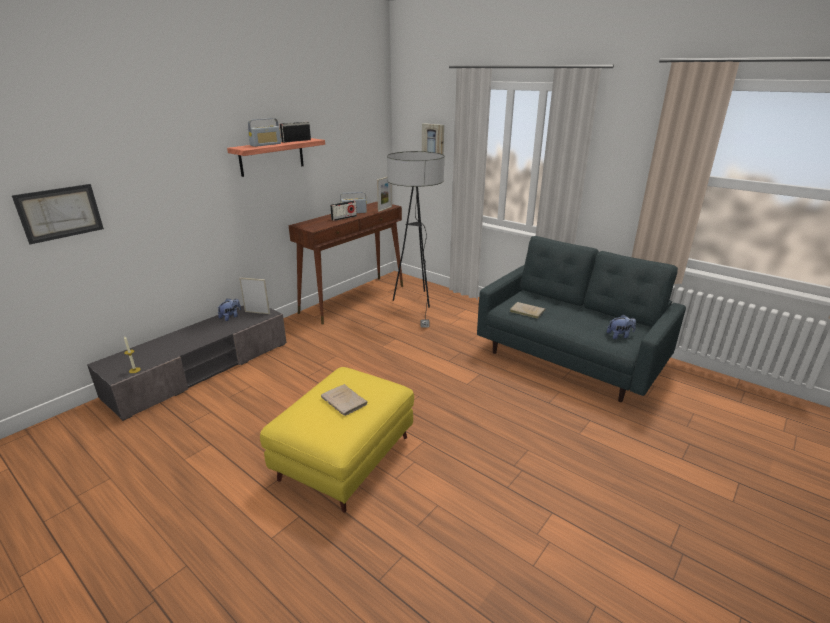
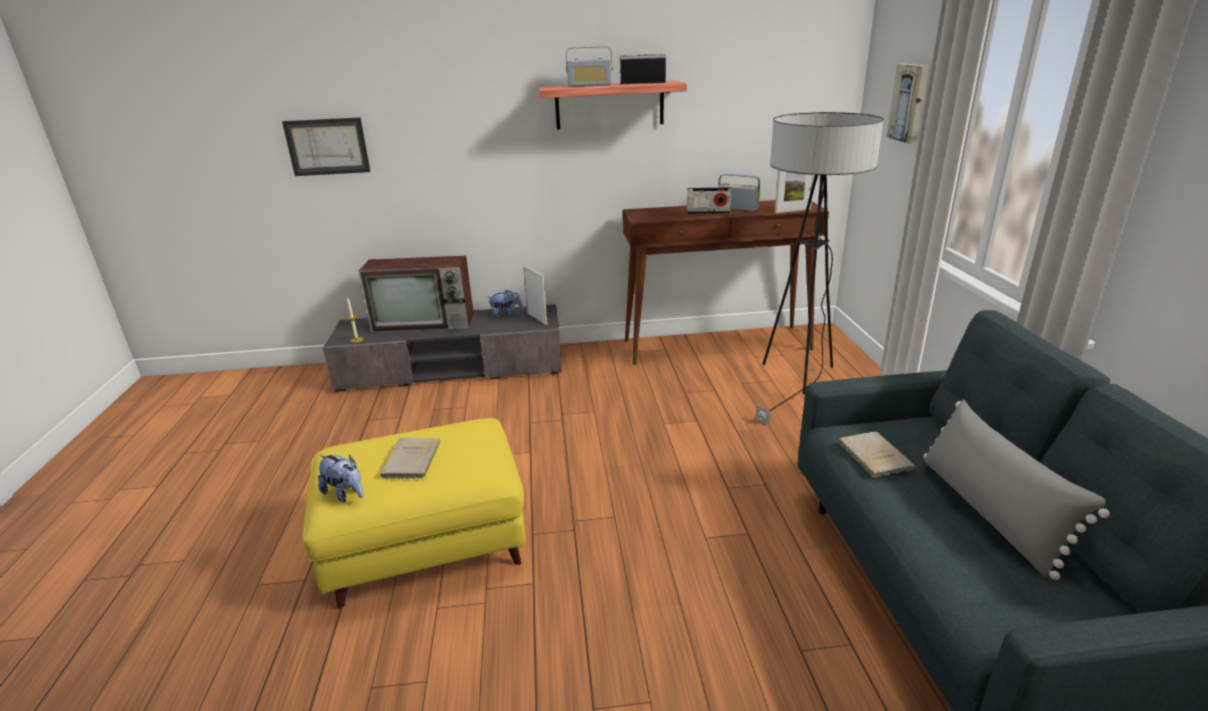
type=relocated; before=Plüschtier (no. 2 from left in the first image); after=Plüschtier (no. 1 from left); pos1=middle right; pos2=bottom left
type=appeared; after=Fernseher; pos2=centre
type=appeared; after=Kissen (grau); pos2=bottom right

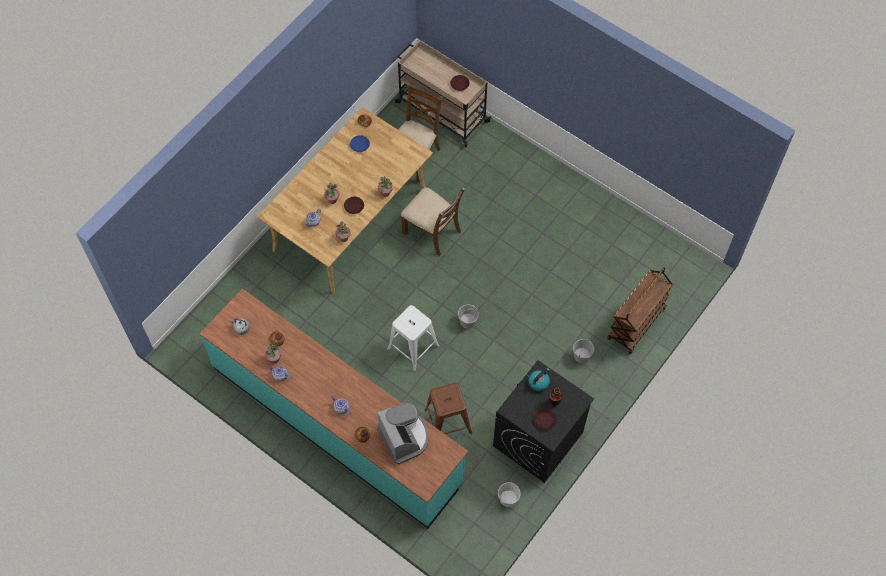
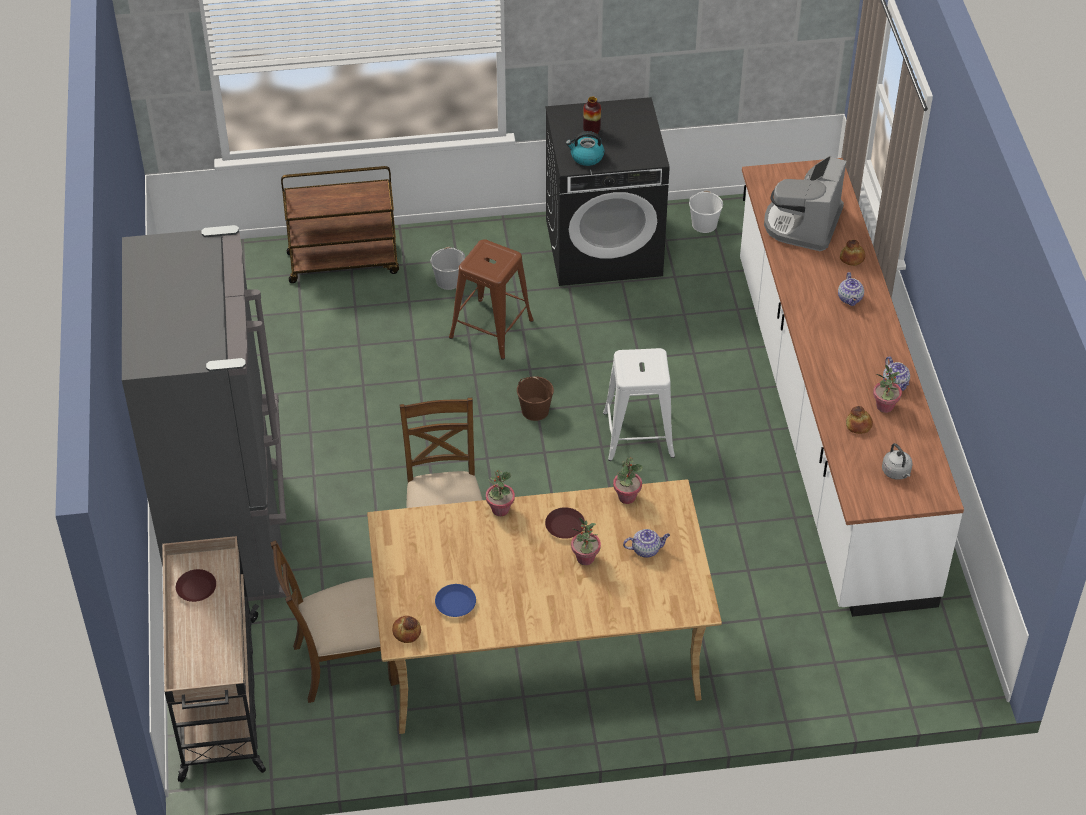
type=colour; before=Küchenzeile (türkis); after=Küchenzeile (weiß); pos1=bottom centre; pos2=middle right
type=relocated; before=Hocker (braun); pos1=bottom centre; pos2=centre
type=colour; before=Eimer (weiß) (no. 1 from left); after=Eimer (braun); pos1=centre; pos2=centre
type=missing; before=Teller (braun) (no. 3 from left); pos1=bottom centre
type=appeared; after=Kühlschrank (grau); pos2=middle left

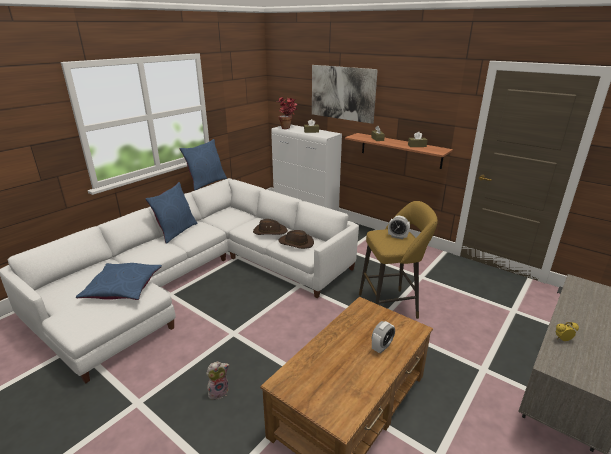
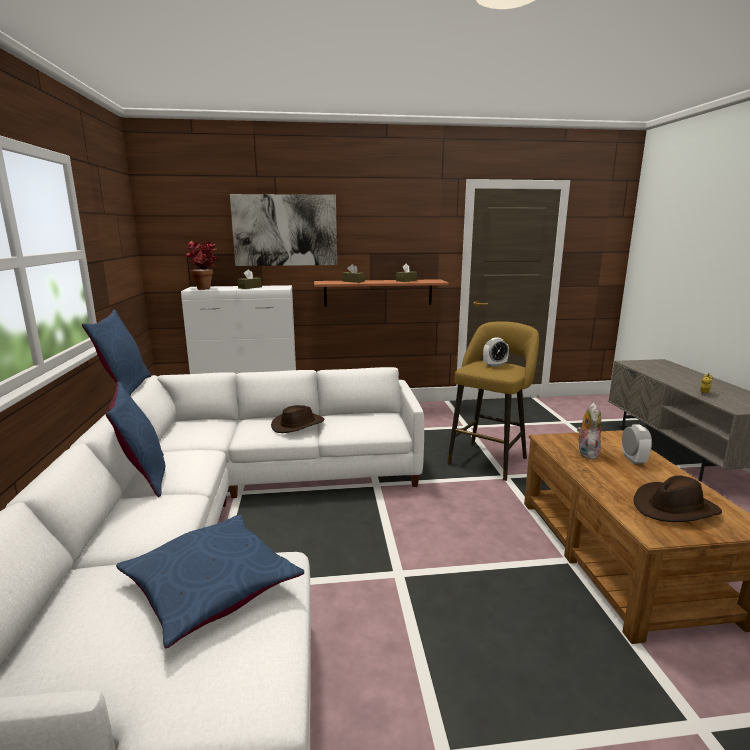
type=relocated; before=Plüschtier; pos1=bottom centre; pos2=middle right
type=relocated; before=Hut (braun) (no. 2 from left); pos1=centre; pos2=middle right

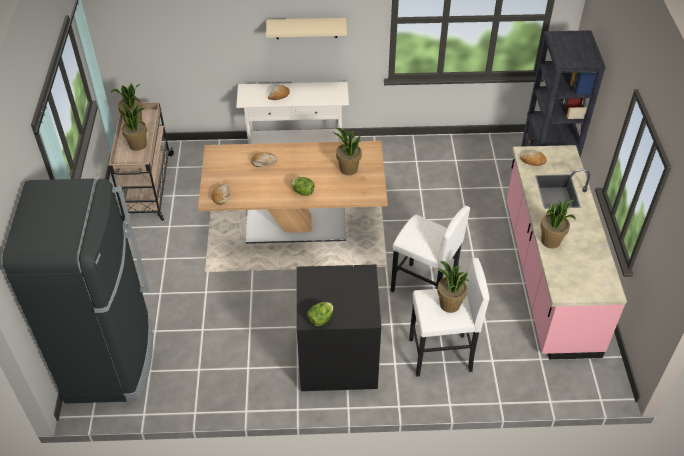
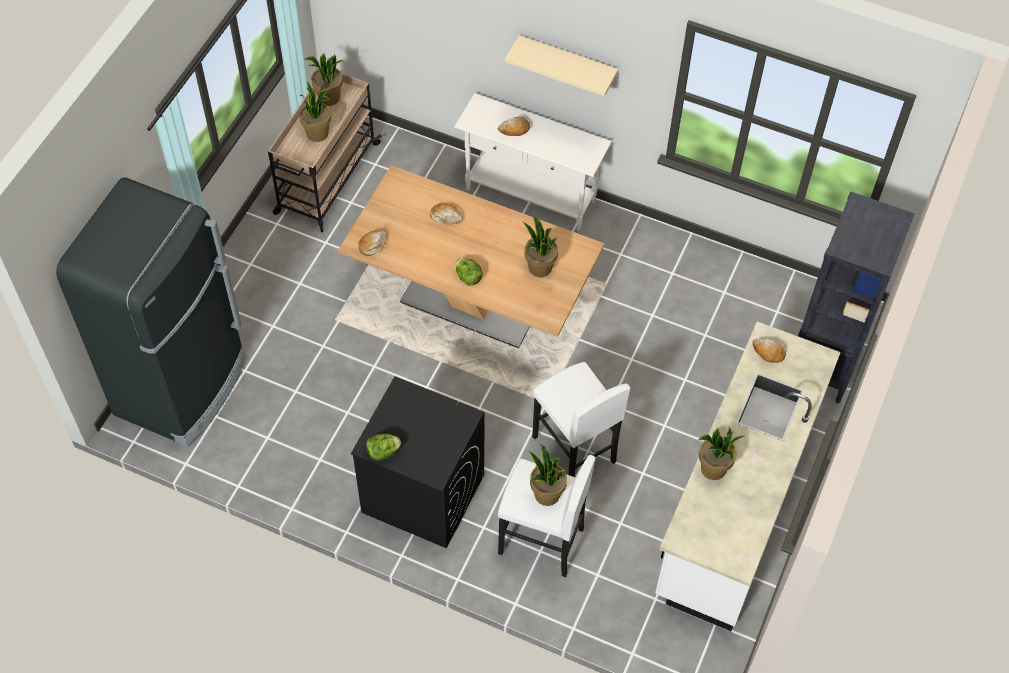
type=colour; before=Küchenzeile (rosa); after=Küchenzeile (weiß); pos1=middle right; pos2=bottom right

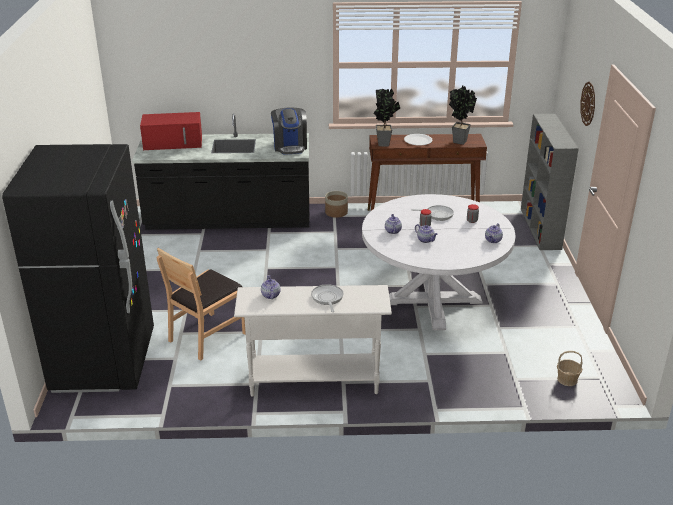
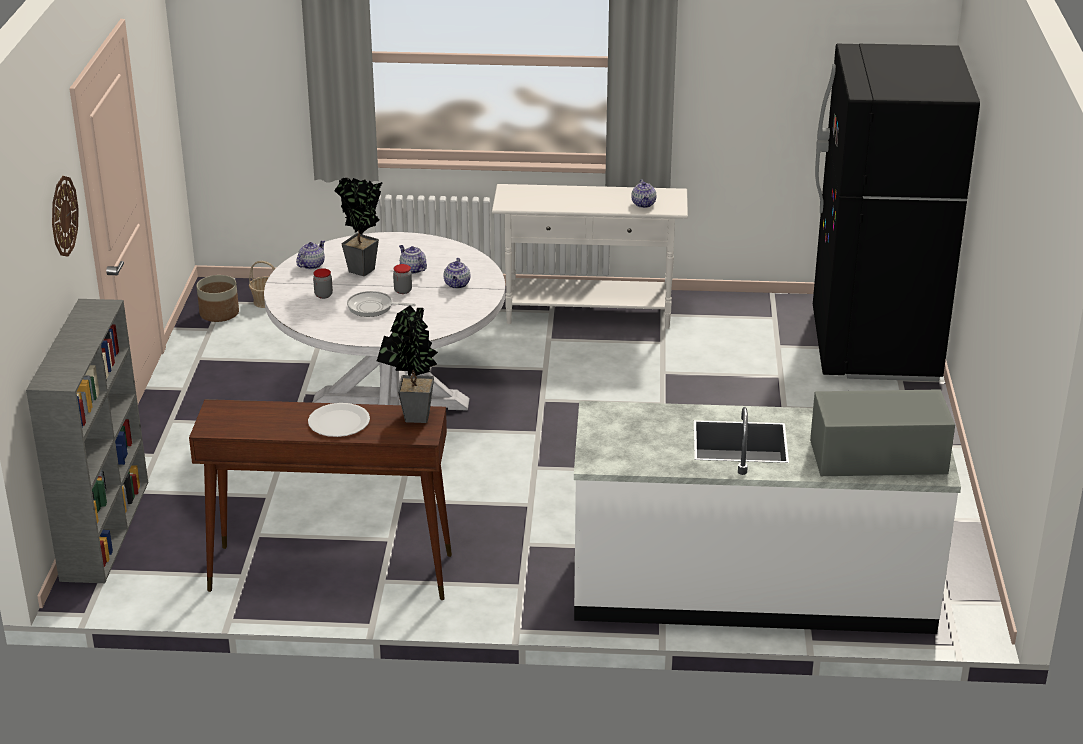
type=colour; before=Küchenzeile (schwarz); after=Küchenzeile (weiß); pos1=middle left; pos2=bottom right
type=colour; before=Mikrowelle (rot); after=Mikrowelle (grau); pos1=top left; pos2=middle right
type=missing; before=Stuhl (braun); pos1=middle left
type=missing; before=Kaffeemaschine; pos1=top centre
type=missing; before=Pfanne (no. 1 from left); pos1=centre
type=relocated; before=Pflanzkübel; pos1=centre; pos2=middle left
type=relocated; before=Topfpflanze (no. 2 from left in the first image); after=Topfpflanze (no. 1 from left); pos1=top right; pos2=top left

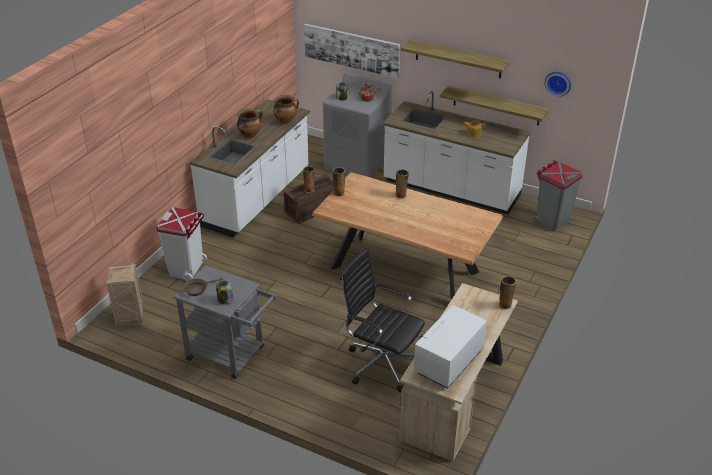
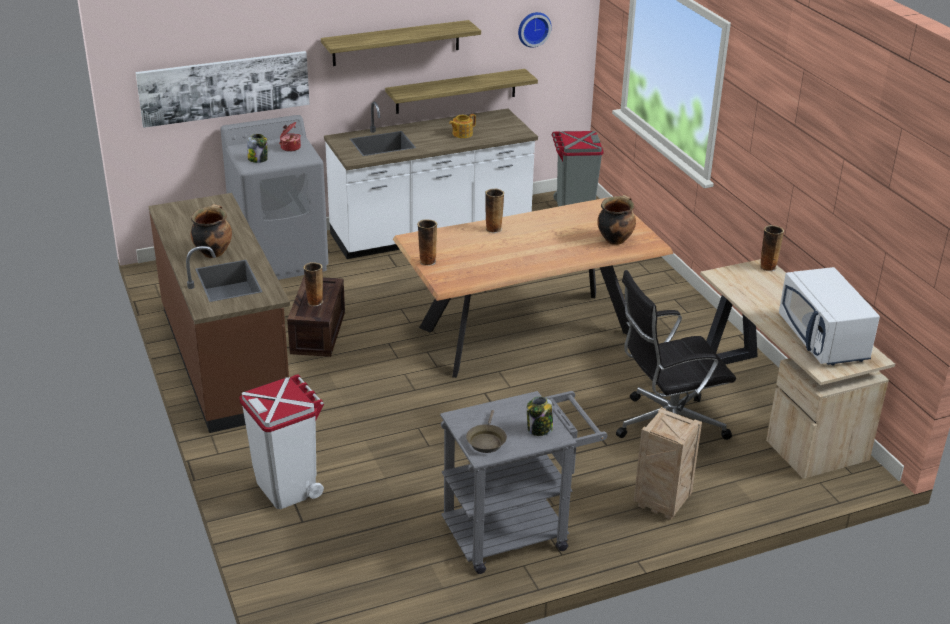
type=relocated; before=Kiste (no. 1 from left in the first image); after=Kiste (no. 2 from left); pos1=middle left; pos2=bottom right
type=colour; before=Küchenzeile (weiß) (no. 1 from left); after=Küchenzeile (braun); pos1=centre; pos2=middle left
type=relocated; before=Kochtopf (no. 2 from left in the first image); after=Kochtopf (no. 3 from left); pos1=top centre; pos2=centre

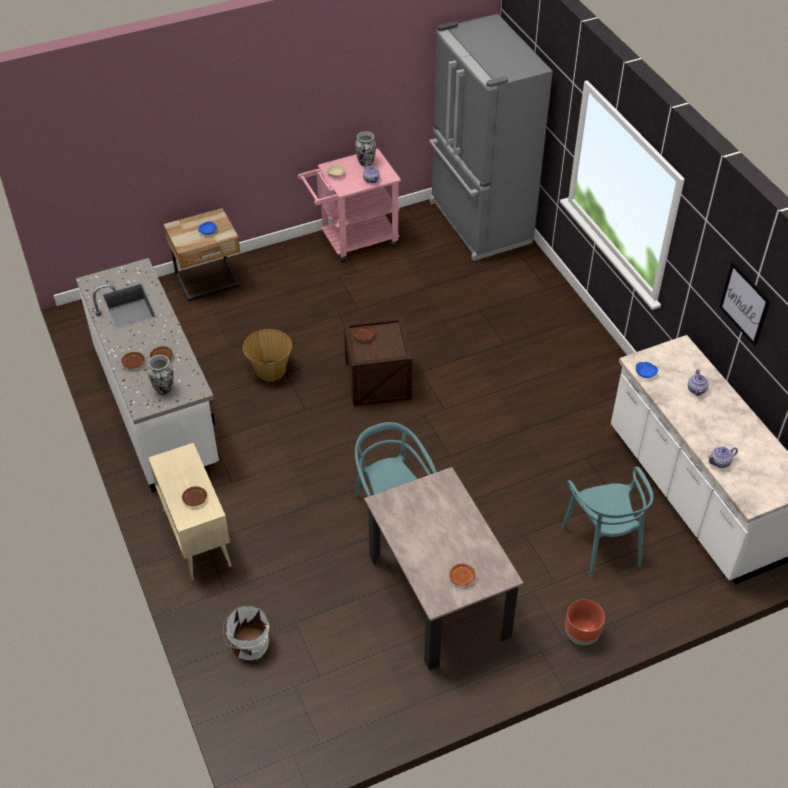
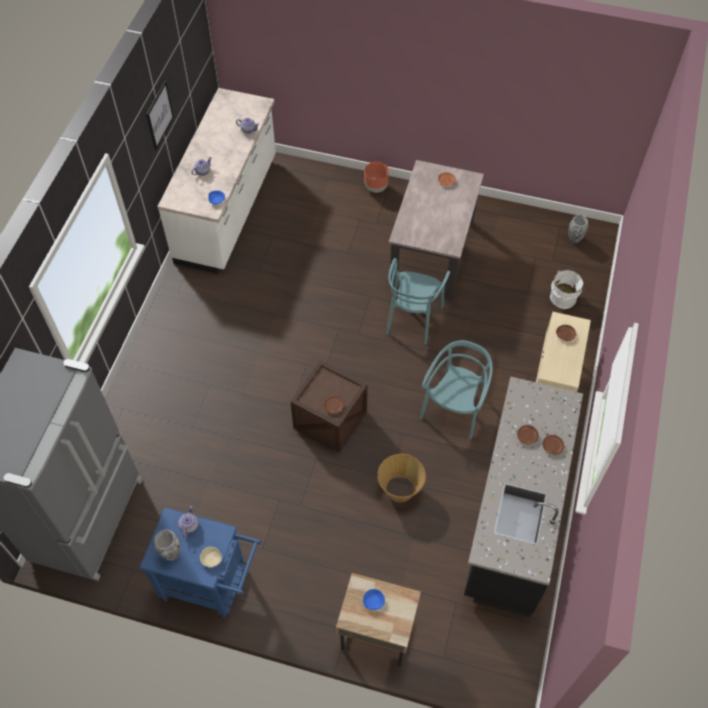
type=colour; before=Küchenzeile (weiß) (no. 1 from left); after=Küchenzeile (schwarz); pos1=middle left; pos2=bottom right
type=relocated; before=Vase (no. 1 from left in the first image); after=Vase (no. 2 from left); pos1=middle left; pos2=top right
type=colour; before=Rollwagen (rosa); after=Rollwagen (blau); pos1=top centre; pos2=bottom left
type=relocated; before=Stuhl (türkis) (no. 2 from left); pos1=middle right; pos2=centre

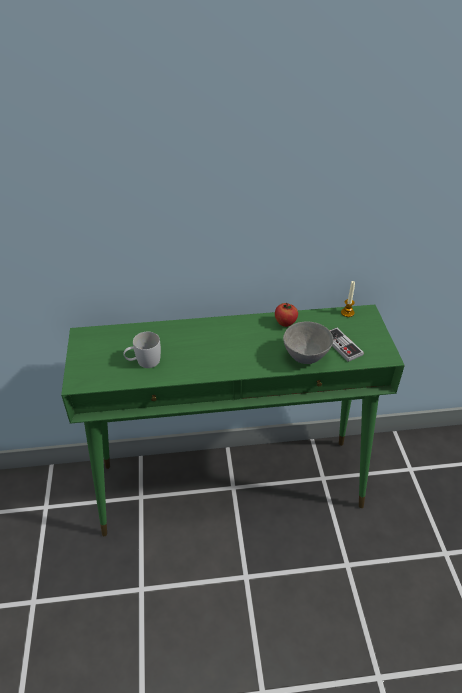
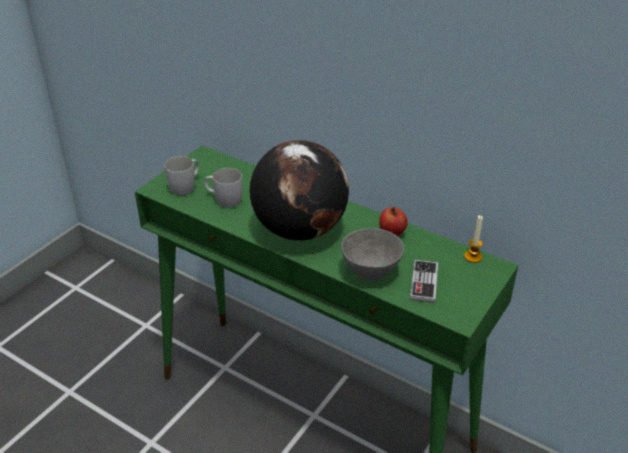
type=appeared; after=Henkelbecher (weiß) (no. 1 from left); pos2=middle left
type=appeared; after=Globus; pos2=centre

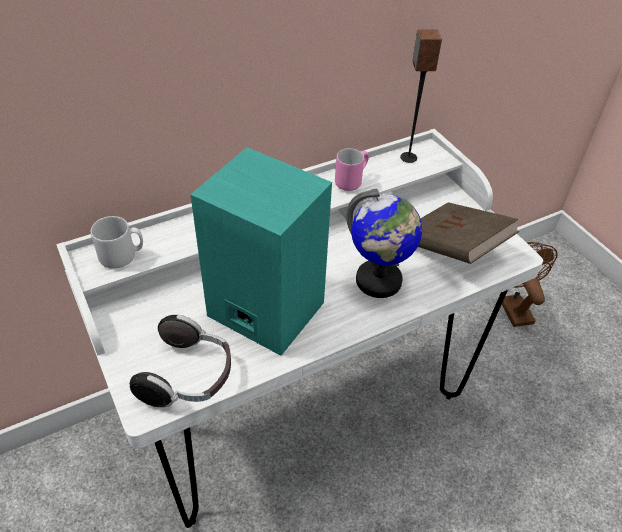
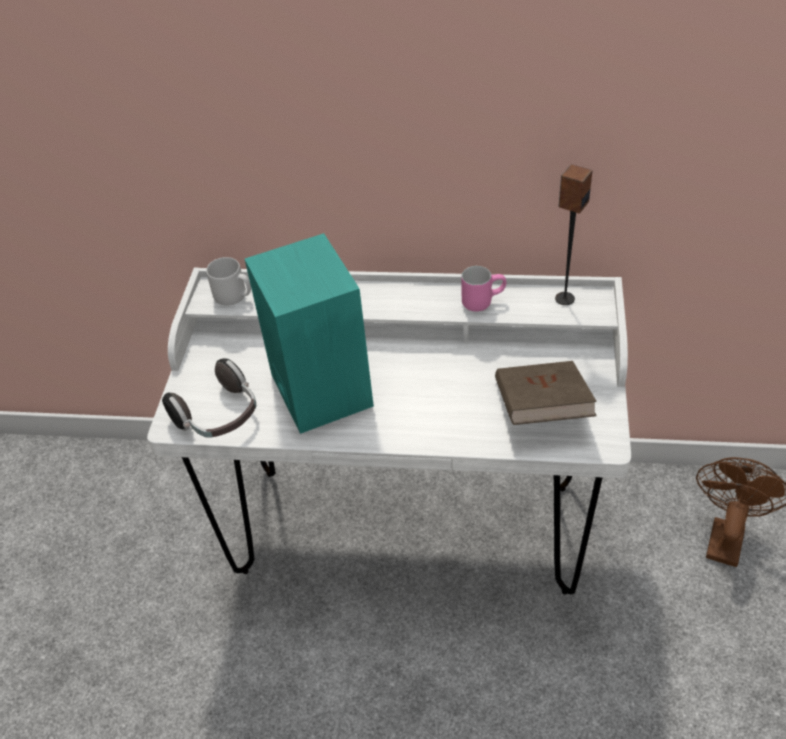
type=missing; before=Globus; pos1=centre

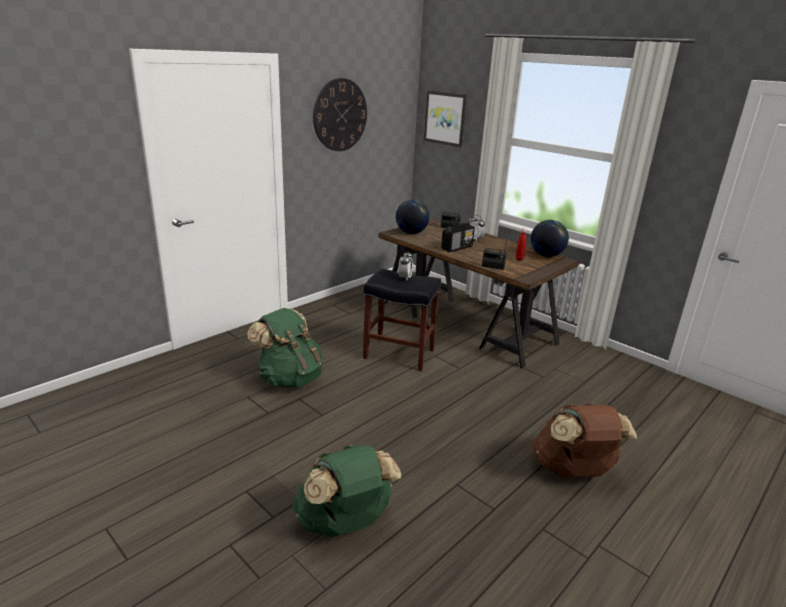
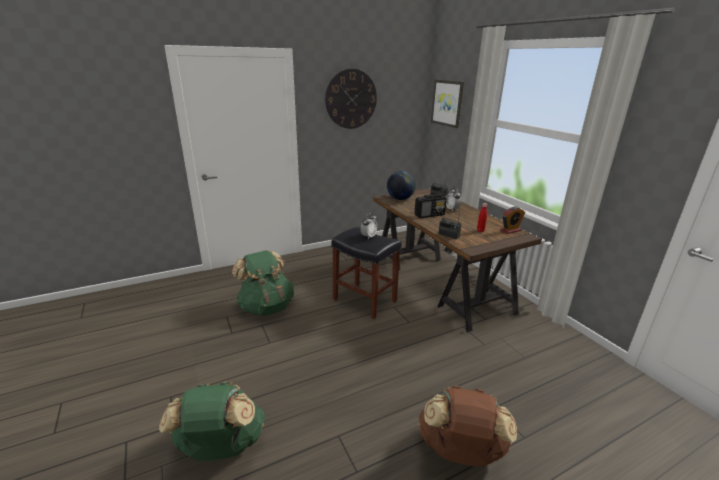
type=exchanged; before=Globus (no. 2 from left); after=Wecker (no. 3 from left); pos1=middle right; pos2=middle right

